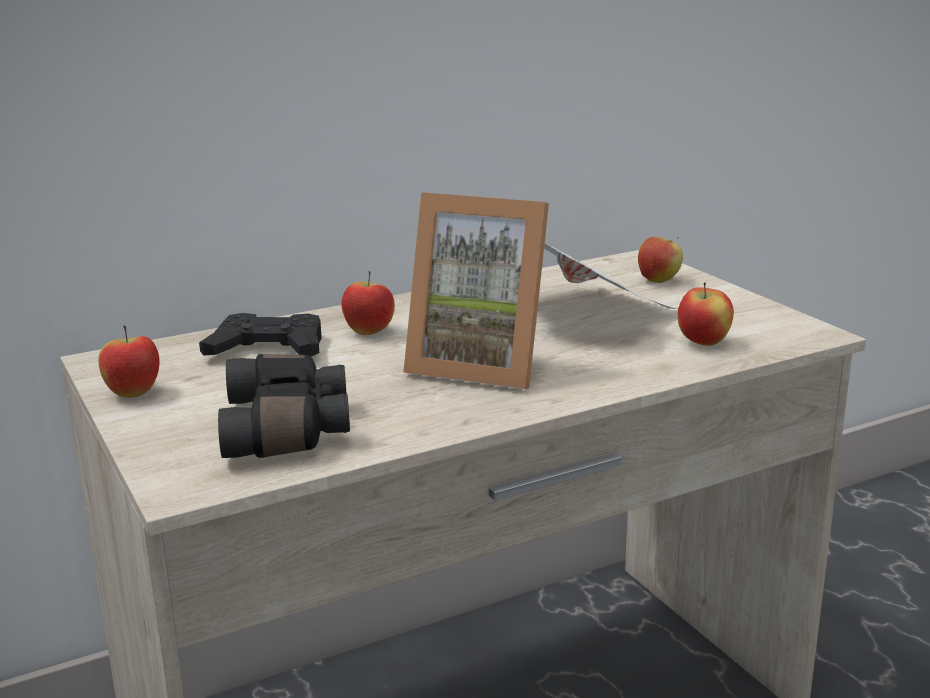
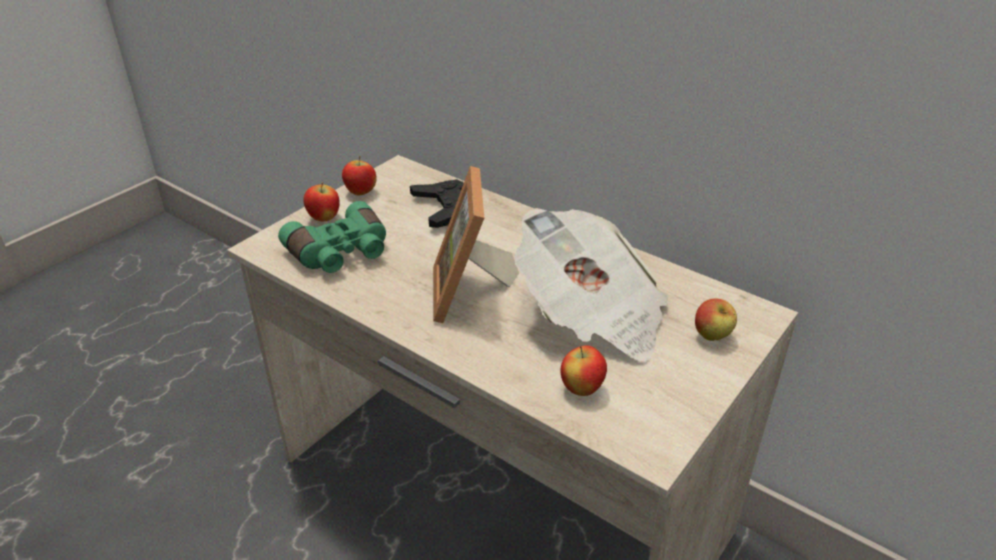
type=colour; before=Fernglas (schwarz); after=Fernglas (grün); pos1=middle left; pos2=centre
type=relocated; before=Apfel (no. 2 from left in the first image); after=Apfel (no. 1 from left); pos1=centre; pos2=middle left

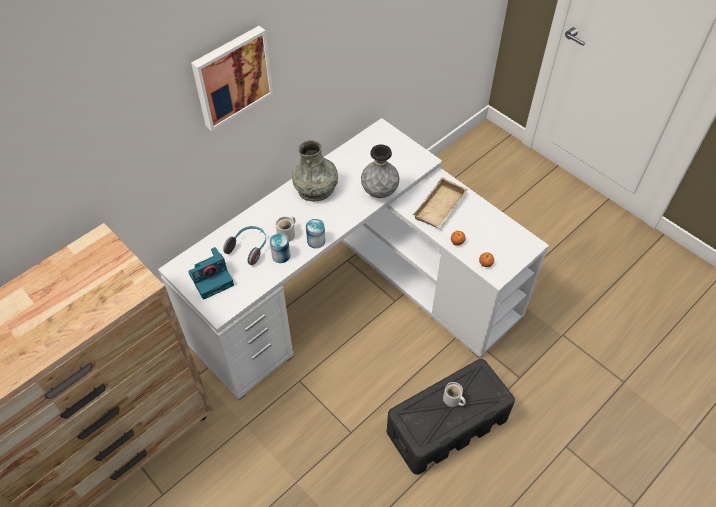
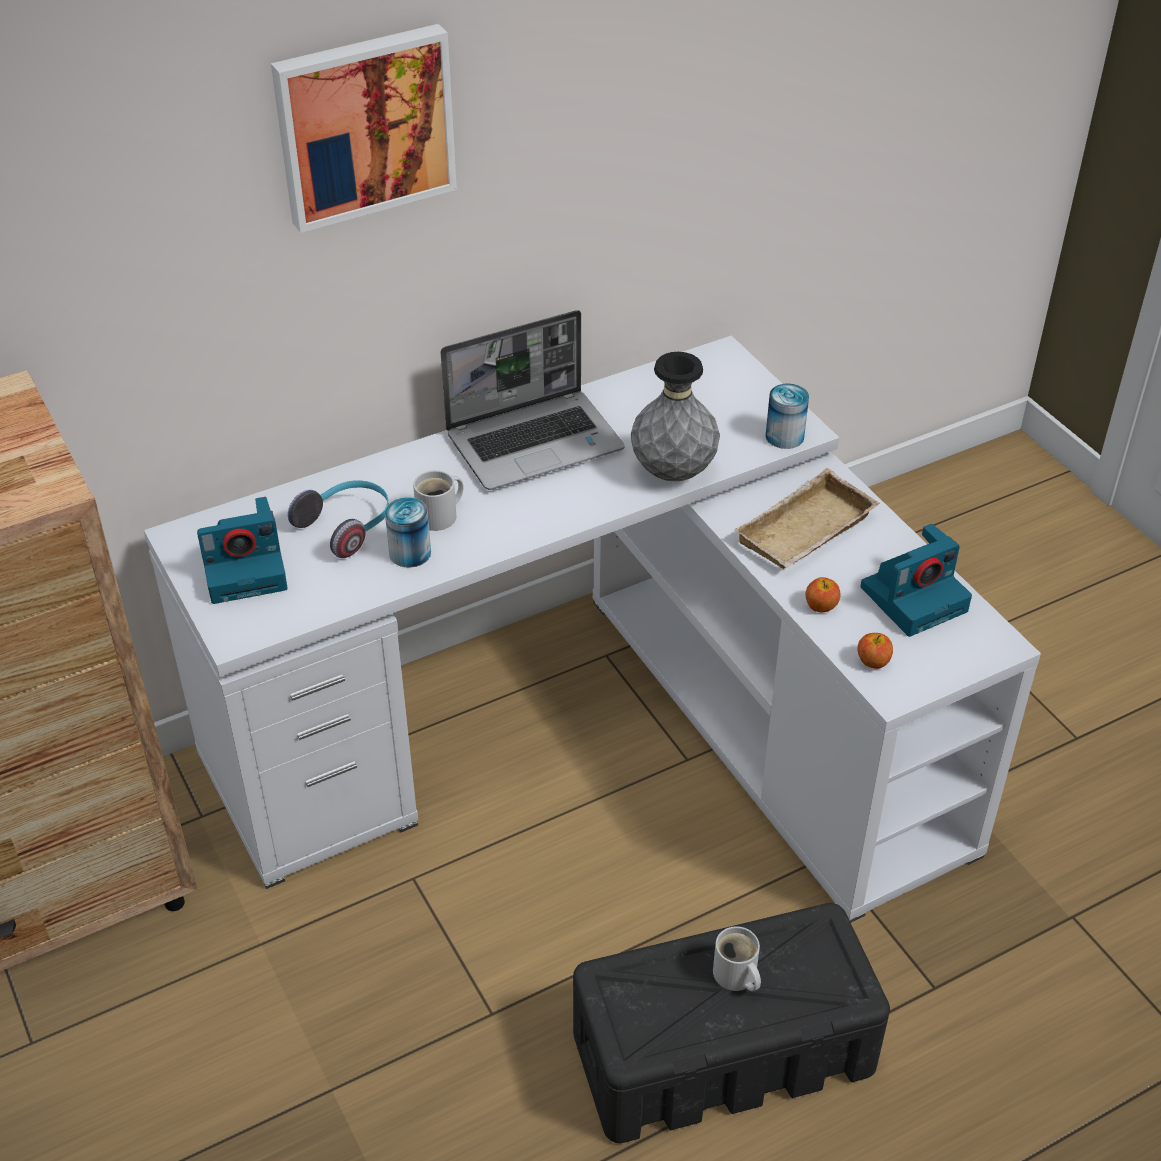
type=exchanged; before=Vase (grau) (no. 1 from left); after=Laptop; pos1=centre; pos2=centre
type=relocated; before=Dose (no. 2 from left); pos1=centre; pos2=middle right
type=appeared; after=Kamera (no. 2 from left); pos2=middle right

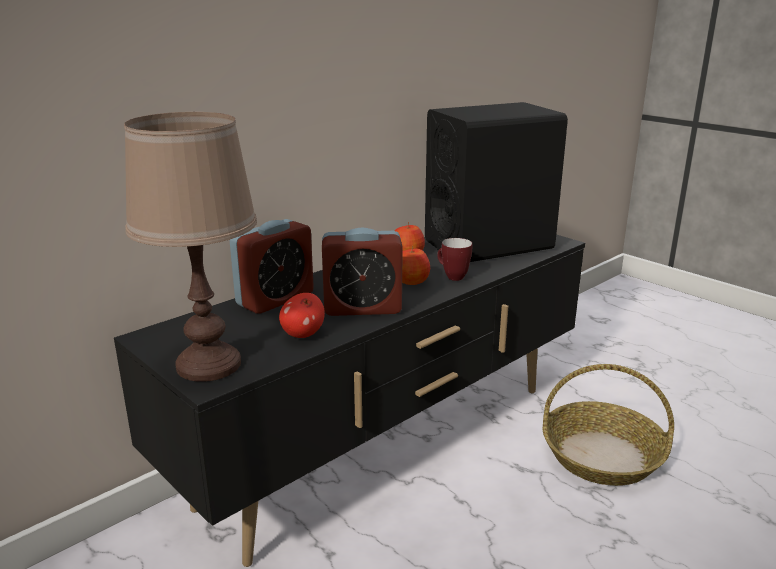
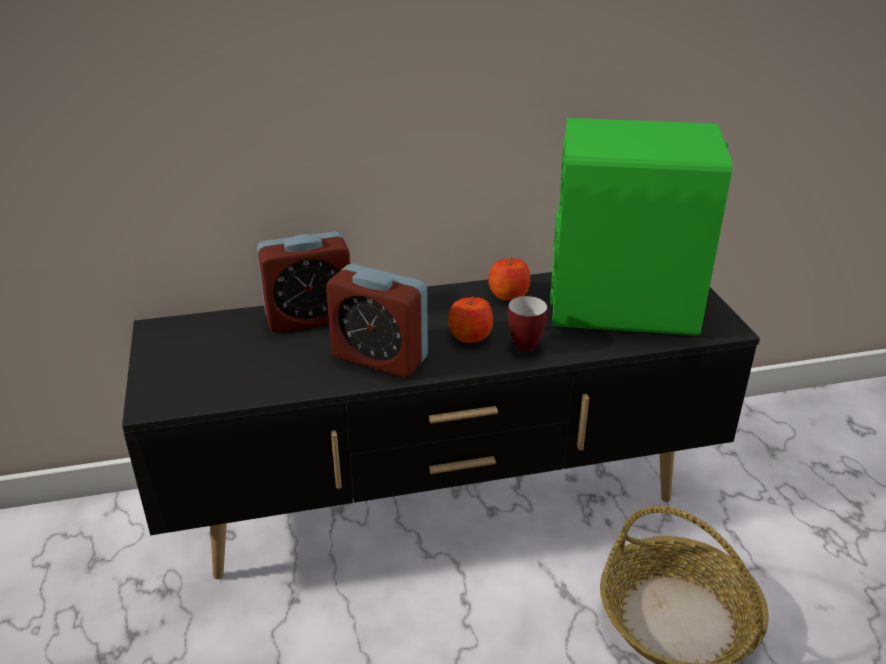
type=missing; before=Tischlampe (braun); pos1=middle left
type=missing; before=Apfel (no. 1 from left); pos1=centre
type=colour; before=Lautsprecher (schwarz); after=Lautsprecher (grün); pos1=top centre; pos2=middle right

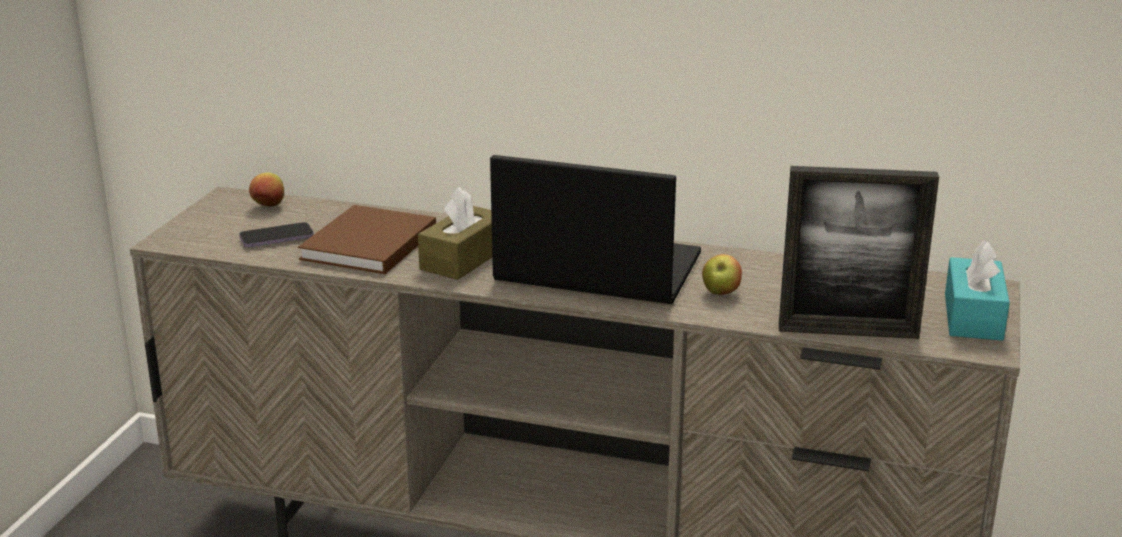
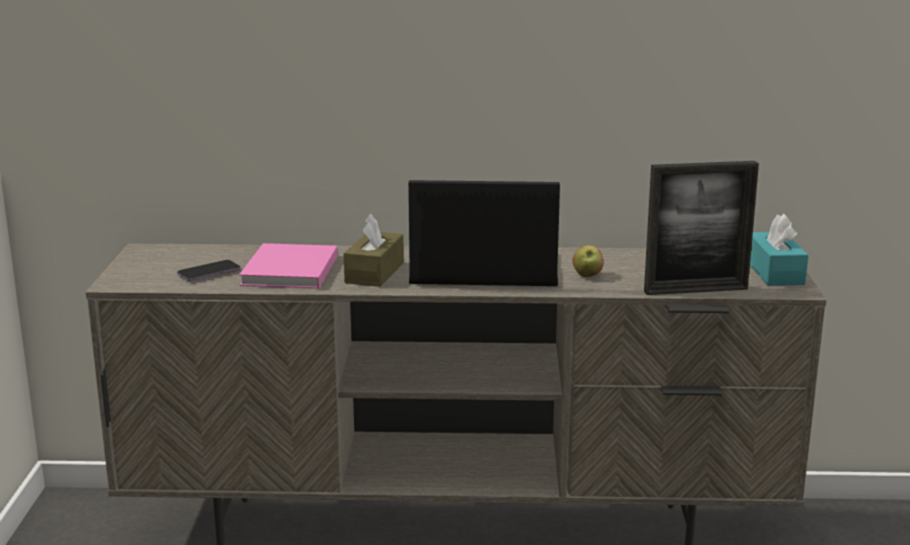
type=missing; before=Apfel (no. 1 from left); pos1=middle left
type=colour; before=Buch (braun); after=Buch (rosa); pos1=middle left; pos2=middle left

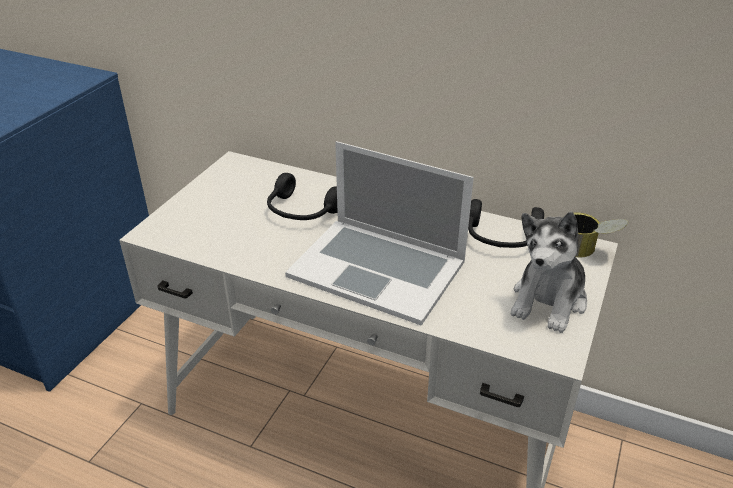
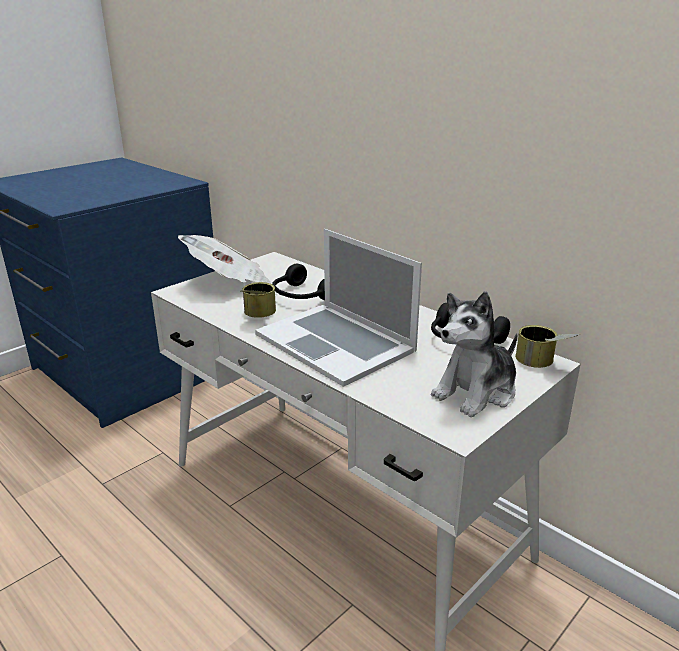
type=appeared; after=Zeitung; pos2=middle left
type=appeared; after=Dose (no. 1 from left); pos2=centre

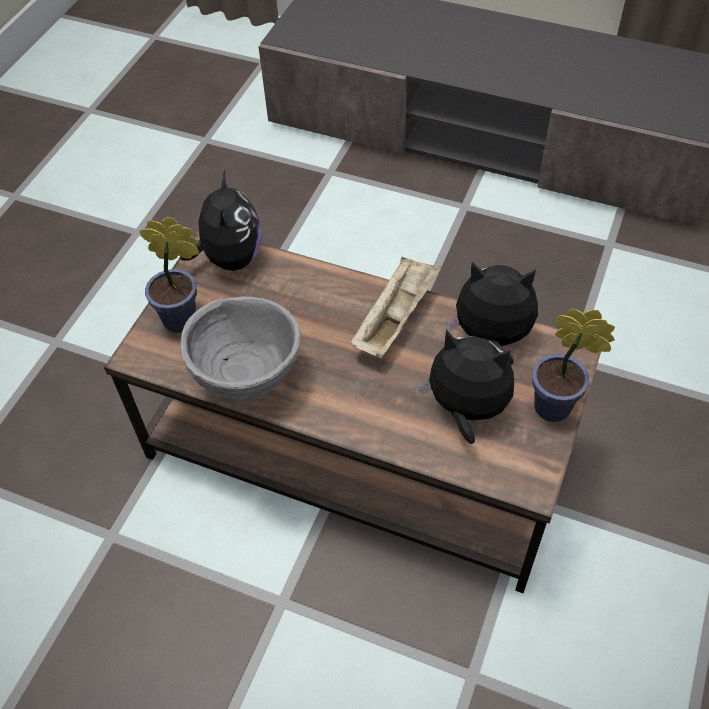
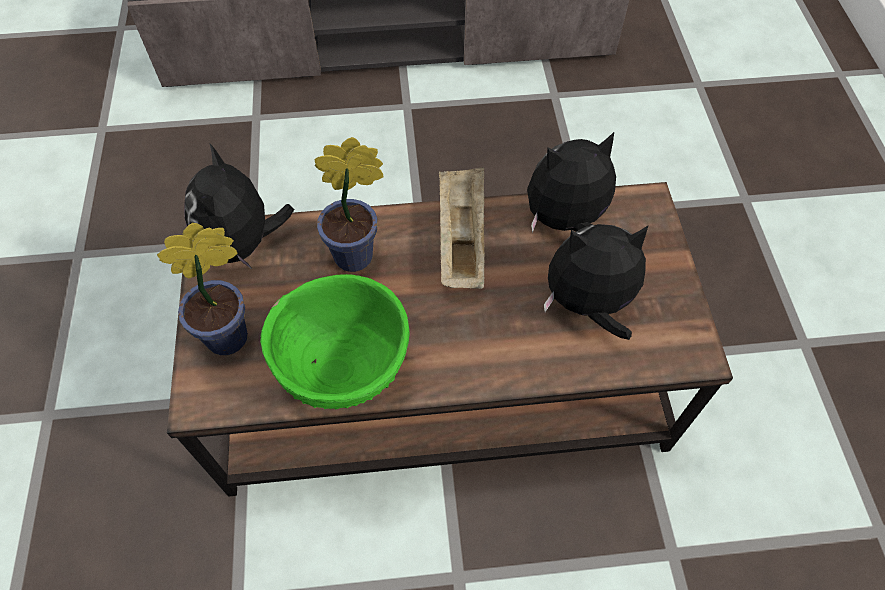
type=spun; before=Plüschtier (no. 1 from left); pos1=top left; pos2=middle left; turn=-150
type=colour; before=Schüssel (grau); after=Schüssel (grün); pos1=centre; pos2=centre
type=relocated; before=Topfpflanze (no. 2 from left); pos1=middle right; pos2=centre

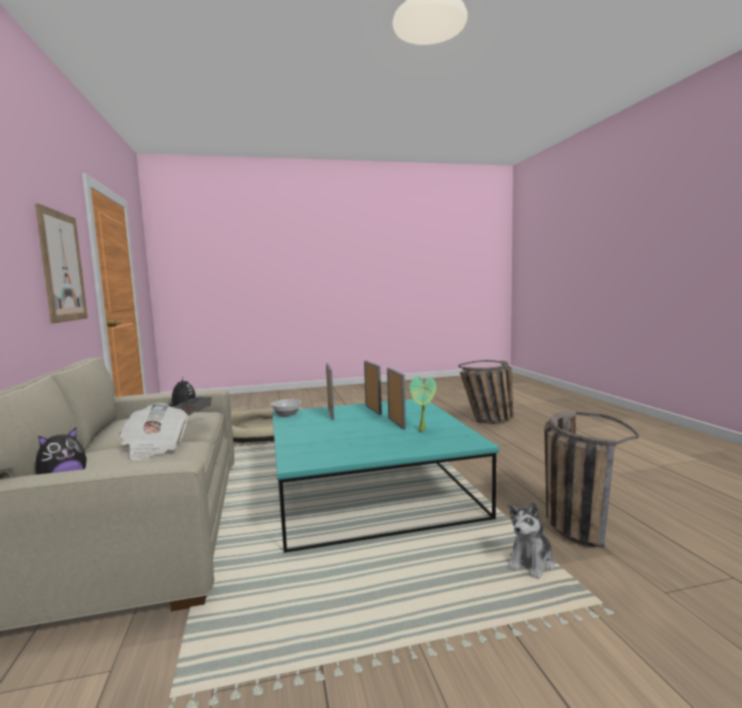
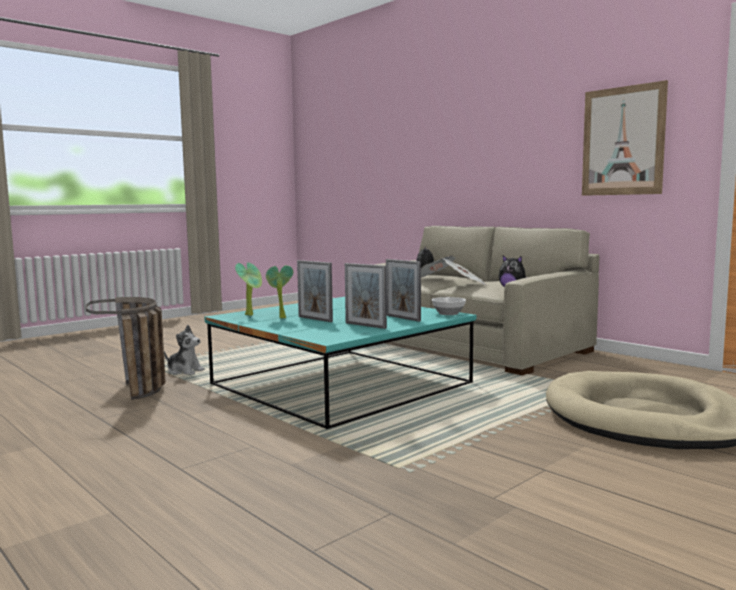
type=missing; before=Korb (no. 1 from left); pos1=centre
type=spun; before=Plüschtier (no. 3 from left in the first image); pos1=bottom right; pos2=middle left; turn=105
type=appeared; after=Topfpflanze (no. 1 from left); pos2=centre

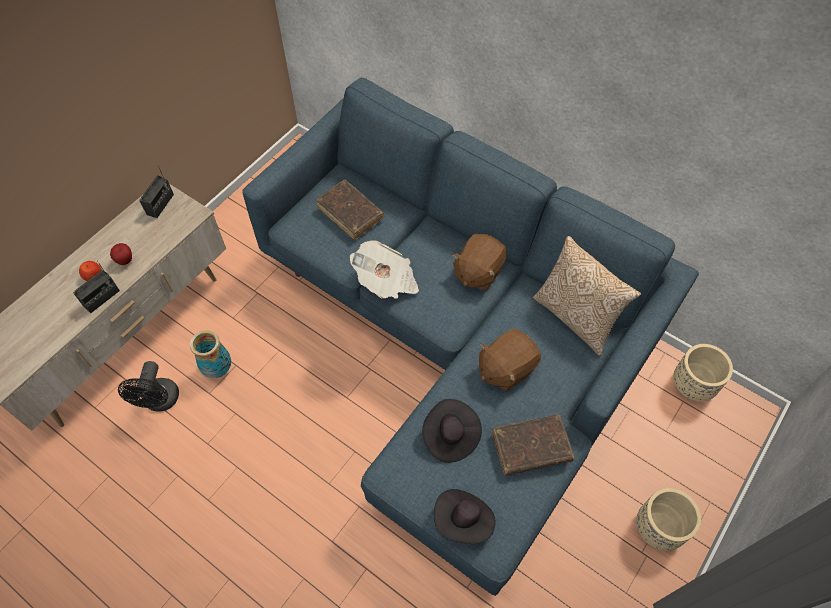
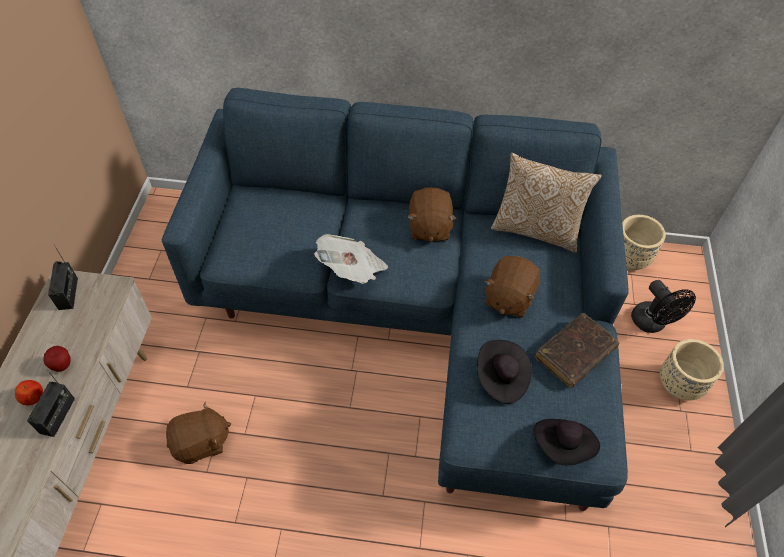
type=relocated; before=Ventilator (schwarz); pos1=middle left; pos2=middle right
type=exchanged; before=Vase; after=Plüschtier (braun) (no. 1 from left); pos1=middle left; pos2=bottom left
type=missing; before=Buch (braun) (no. 1 from left); pos1=centre

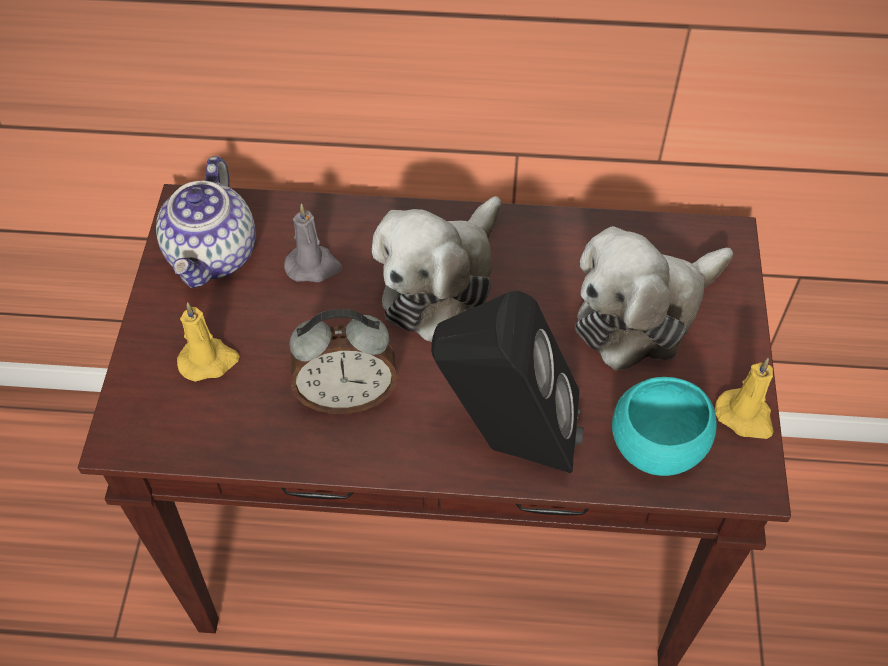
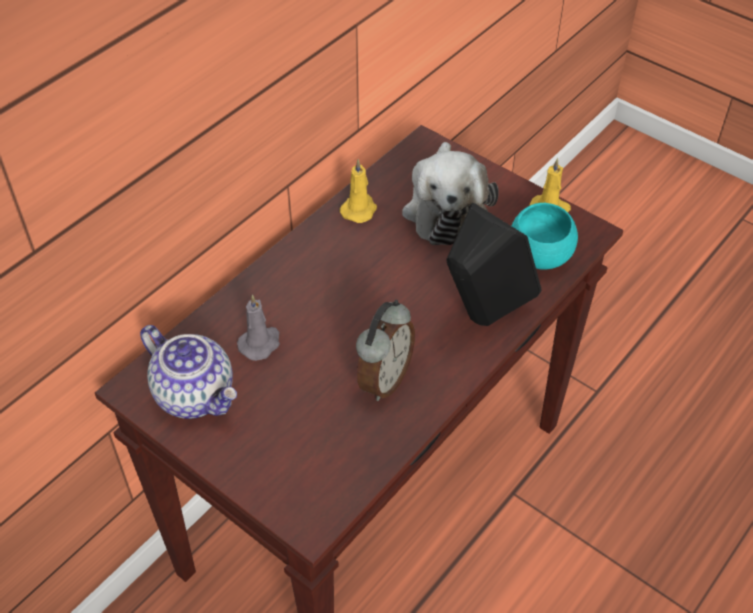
type=relocated; before=Kerze (gelb) (no. 1 from left); pos1=middle left; pos2=top centre
type=missing; before=Plüschtier (no. 1 from left); pos1=centre

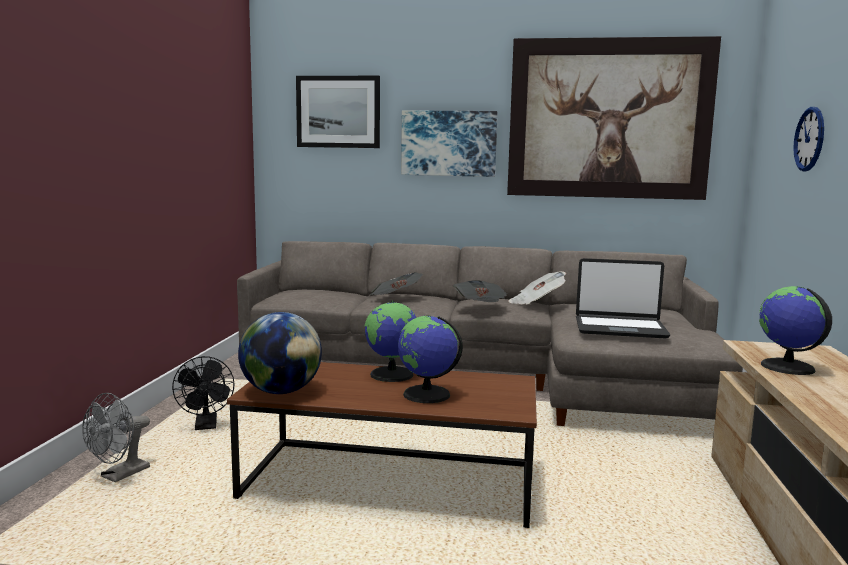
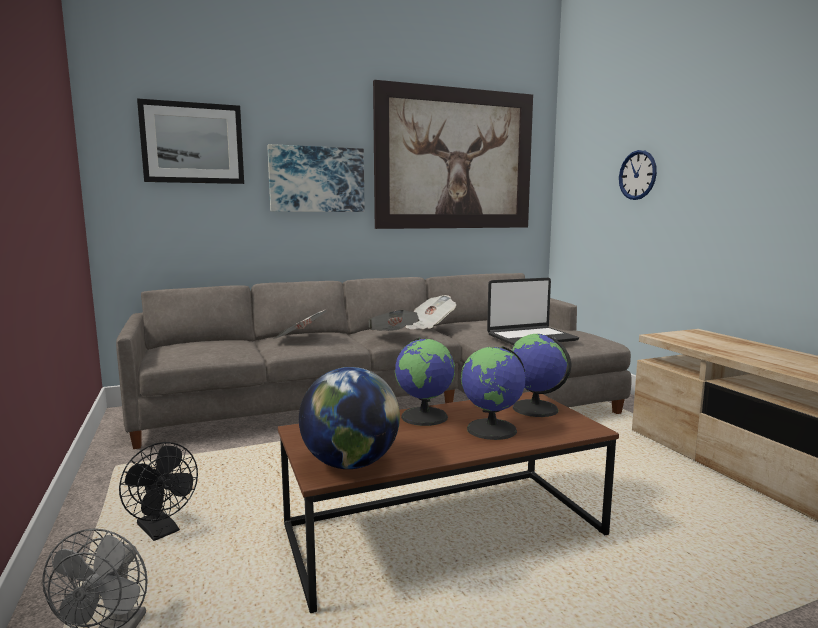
type=relocated; before=Globus (no. 4 from left); pos1=middle right; pos2=centre

